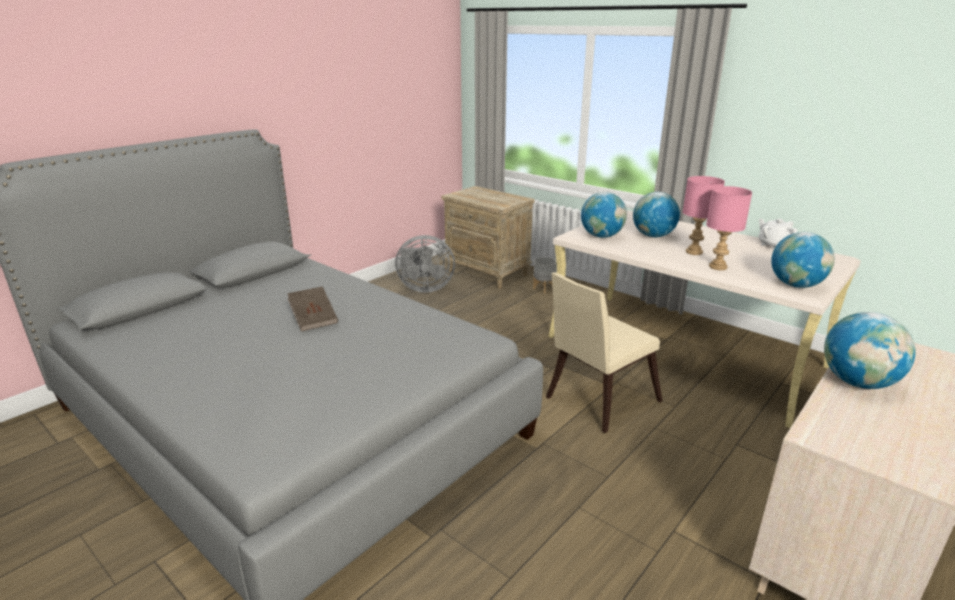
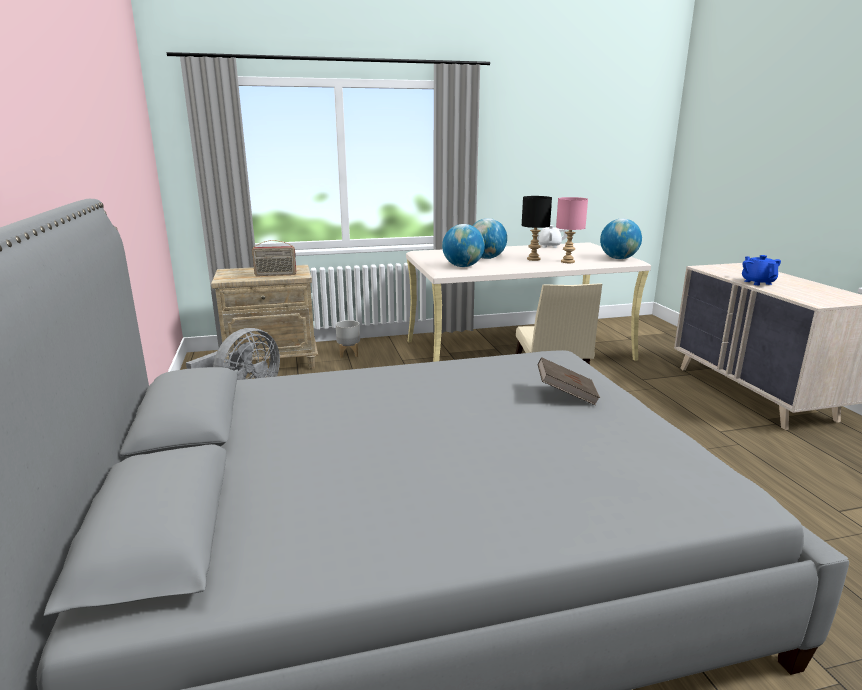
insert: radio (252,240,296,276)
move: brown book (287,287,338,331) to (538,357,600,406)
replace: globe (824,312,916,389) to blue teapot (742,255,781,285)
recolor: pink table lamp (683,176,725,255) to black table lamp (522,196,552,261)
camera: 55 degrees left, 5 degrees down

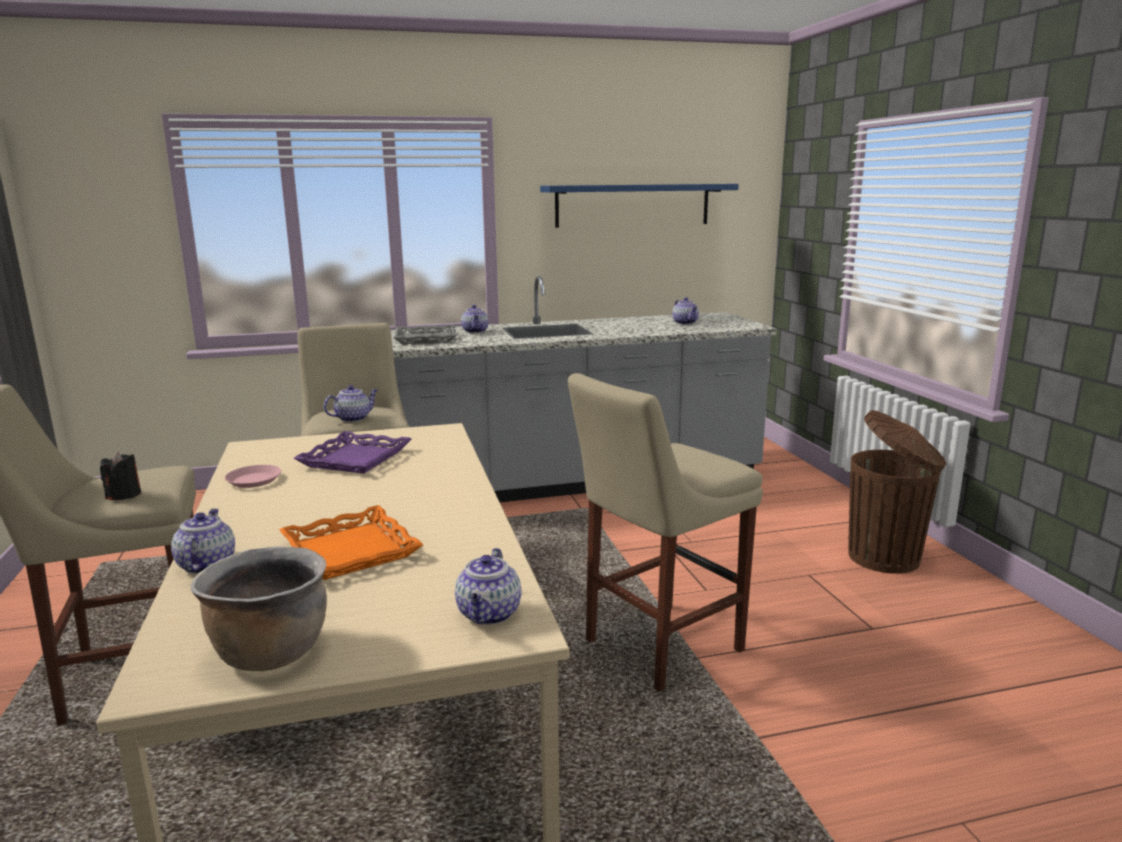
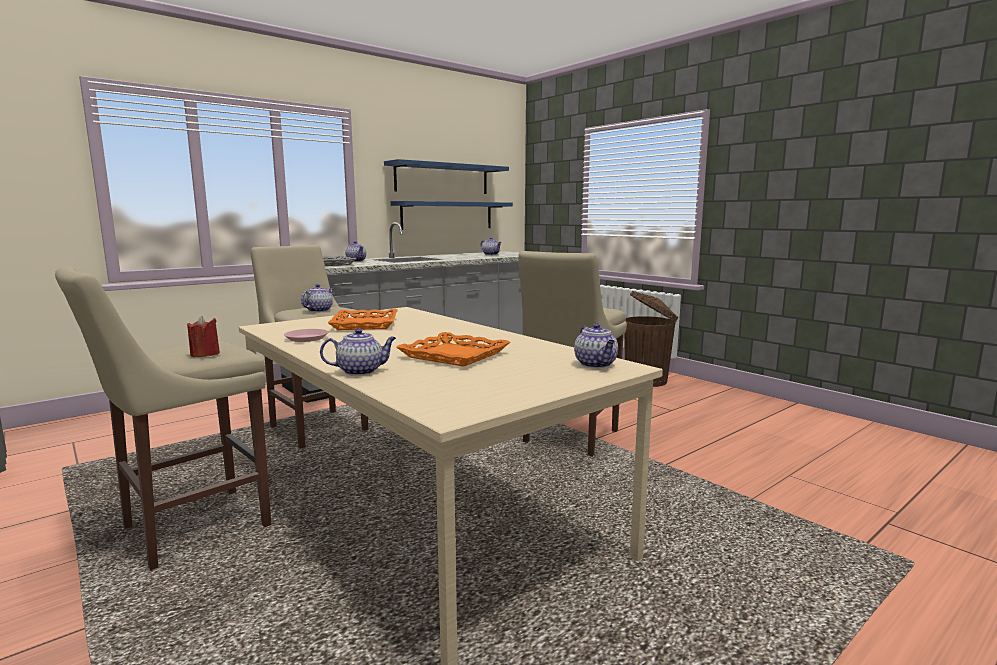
delete: brown cooking pot (191,546,327,671)
insert: blue shelf (391,201,513,230)
recolor: purple tray (293,431,411,474) to orange tray (328,309,398,330); black candle (100,452,141,500) to red candle (187,316,220,357)
rotate: teapot (171,509,235,574) = (320,328,396,376) 105 degrees clockwise
camera: 25 degrees left, 5 degrees down

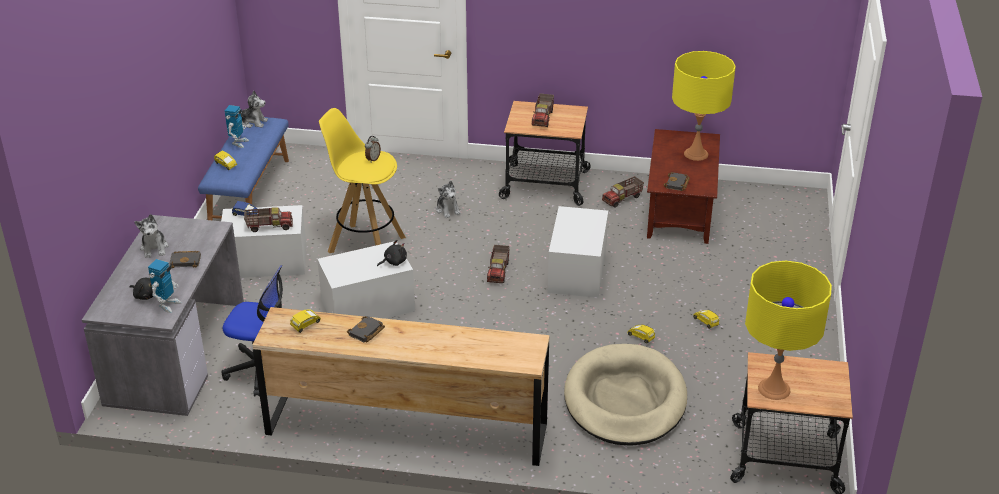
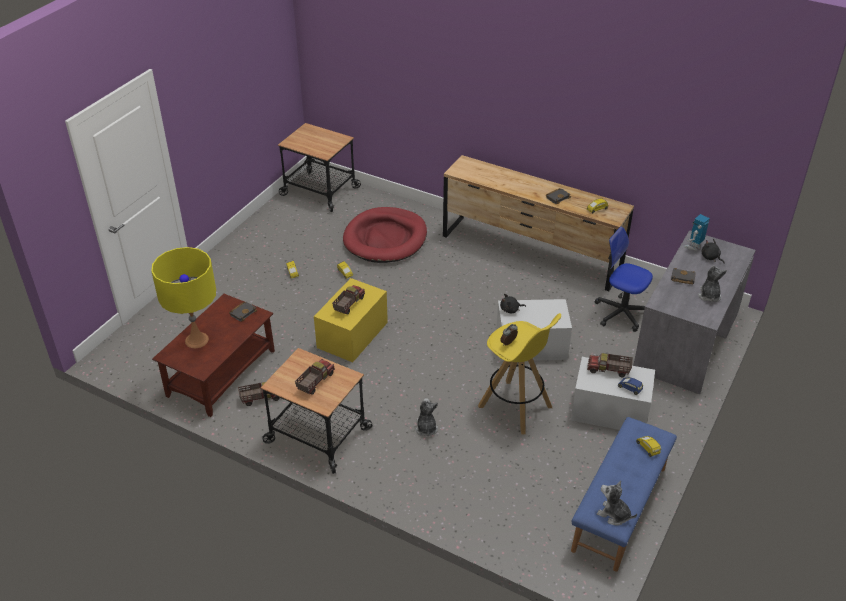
delete: toy robot (224,105,249,148); yellow table lamp (745,261,832,400)
move: toy truck (487,245,510,283) to (332,285,365,315)
recolor: white storage box (548,206,608,298) to yellow storage box (314,278,388,362); beige dog bed (564,344,687,446) to red dog bed (343,207,427,263)
camera: 160 degrees left, 5 degrees up

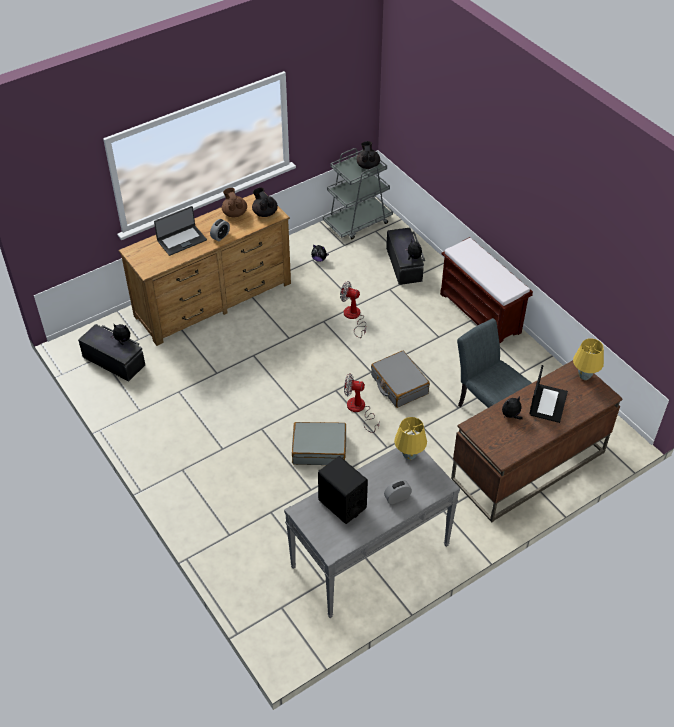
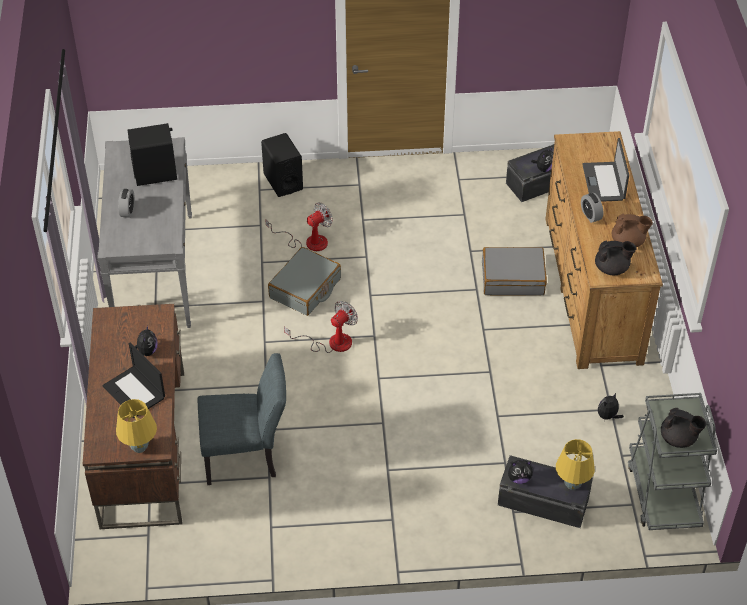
delete: brown bench (440,237,533,343)
insert: black speaker (261,133,303,197)
move: fan (340,281,366,338) to (265,203,333,251); grey suitcase (371,351,430,408) to (482,247,547,295); yellow table lamp (394,417,427,460) to (556,439,595,490)
camera: 120 degrees right, 0 degrees up

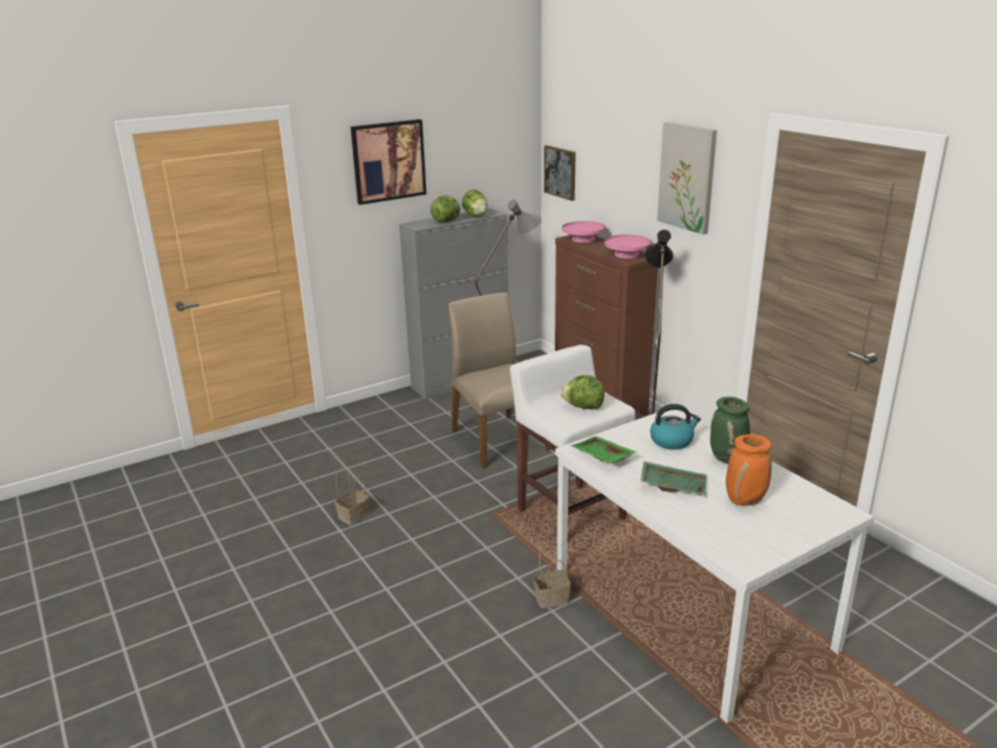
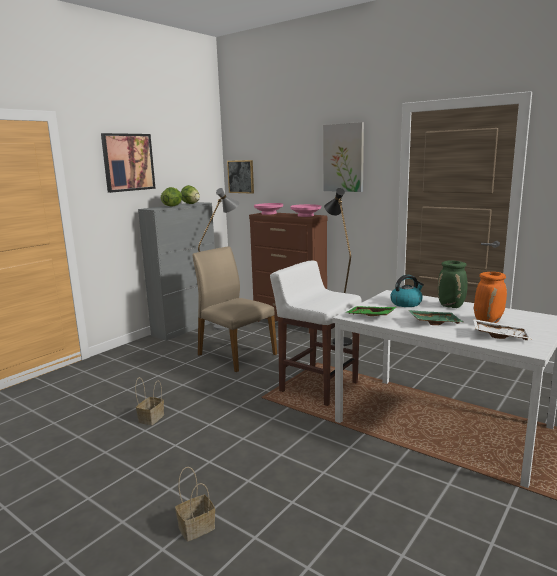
delete: lettuce (561,375,605,409)
insert: white tray (473,319,532,340)
move: basket (534,541,571,608) to (175,467,215,541)
camera: 20 degrees left, 10 degrees down

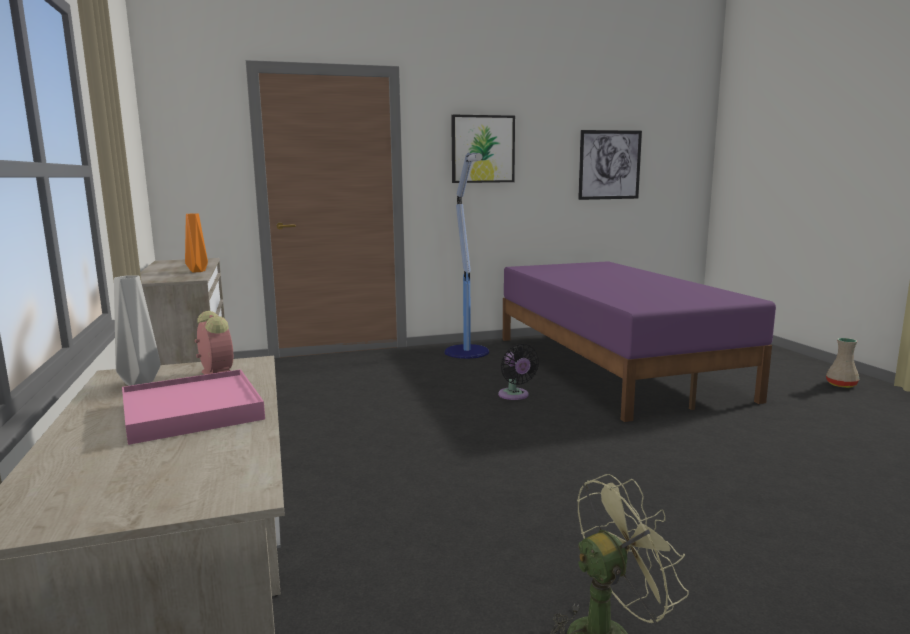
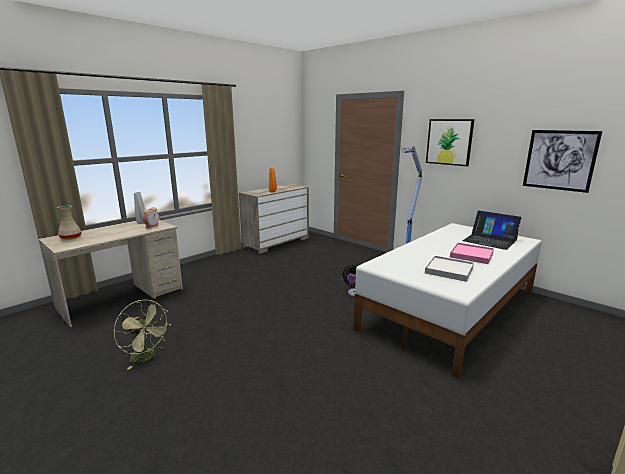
insert: laptop (462,211,521,250); white tray (425,256,474,282)
move: beige vase (826,338,859,388) to (57,206,81,240); pink tray (122,369,265,445) to (450,243,494,264)
recolor: purple bed (503,261,776,422) to white bed (353,223,542,379)
camera: 60 degrees right, 5 degrees up

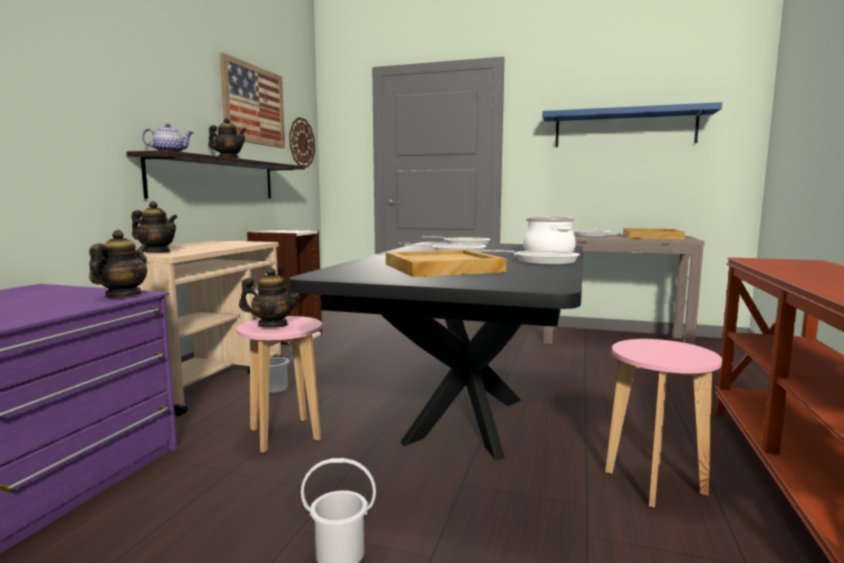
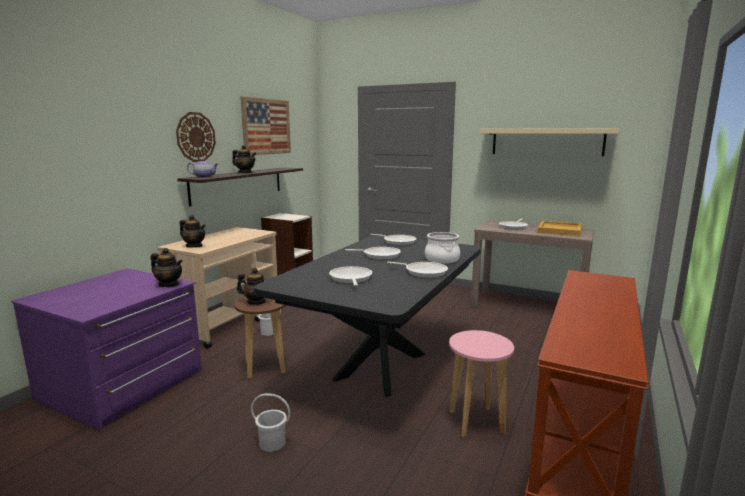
move: wall clock (289,117,315,168) to (176,112,216,162)
replace: beige tray (386,249,506,277) to frying pan (329,266,372,286)
recolor: blue shelf (542,102,722,147) to beige shelf (479,128,619,156); pink stool (237,316,322,453) to brown stool (235,297,286,379)
rotate: teapot (89,230,147,298) = (151,248,183,287) 90 degrees clockwise
camera: 10 degrees right, 5 degrees up

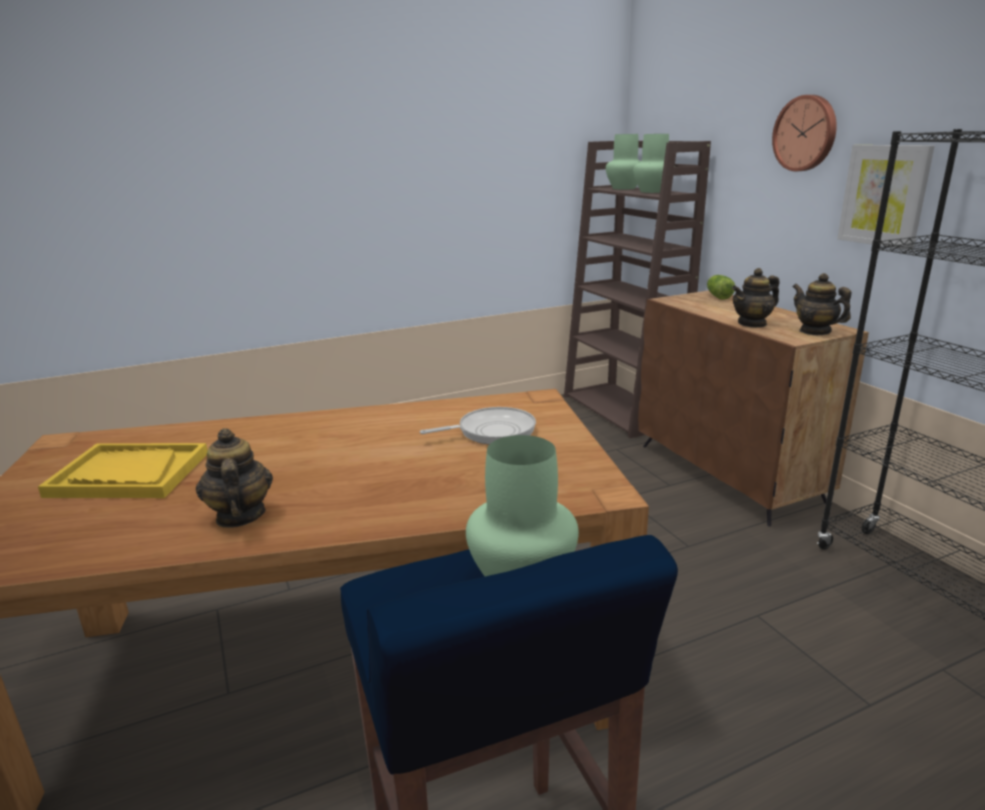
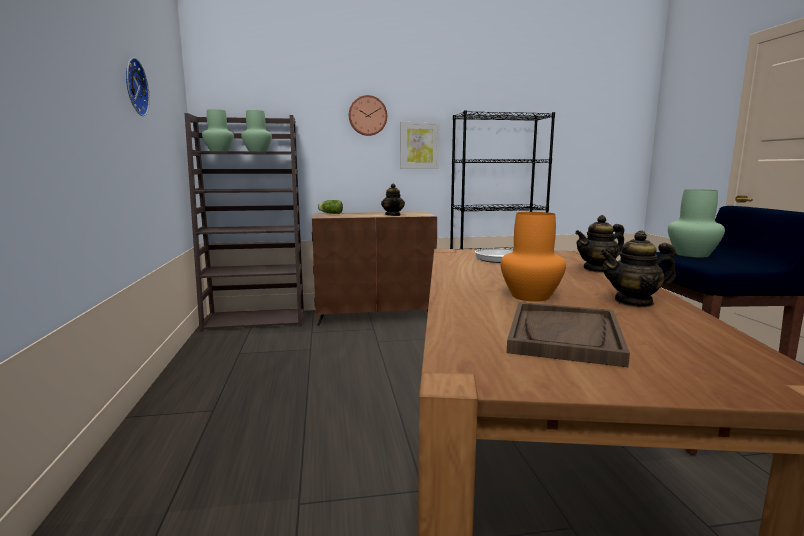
insert: wall clock (126,58,150,116); orange vase (500,212,566,302)
move: teapot (792,273,851,335) to (575,215,624,273)
recolor: yellow tray (38,443,208,498) to brown tray (507,302,630,367)
camera: 75 degrees left, 10 degrees down

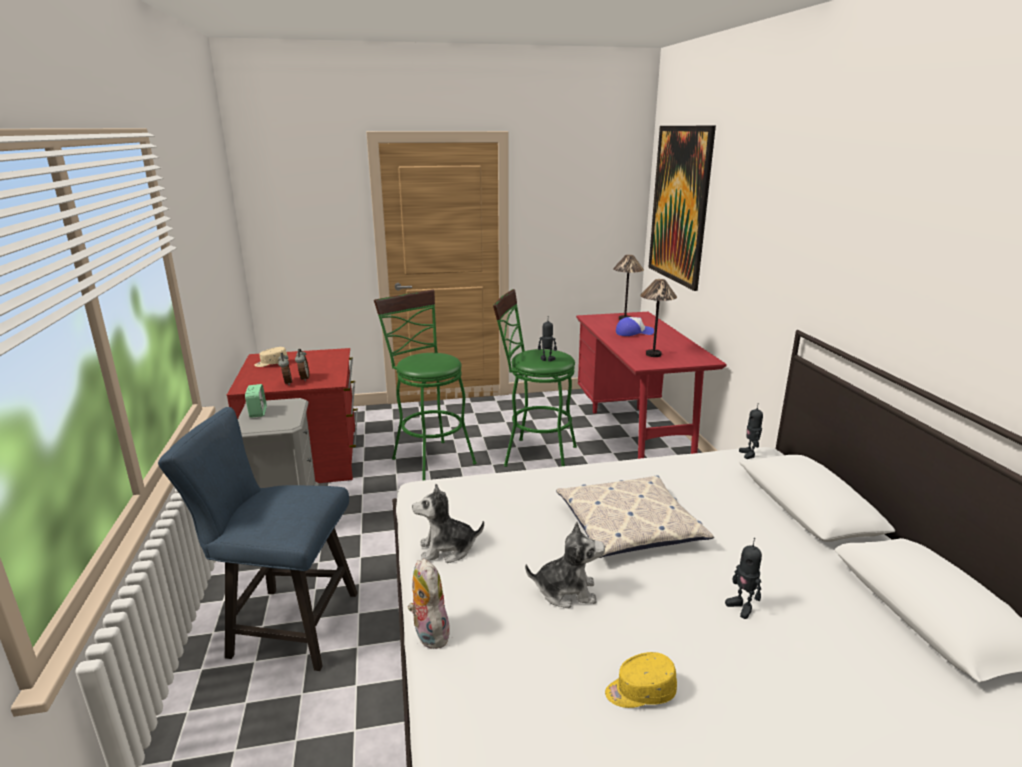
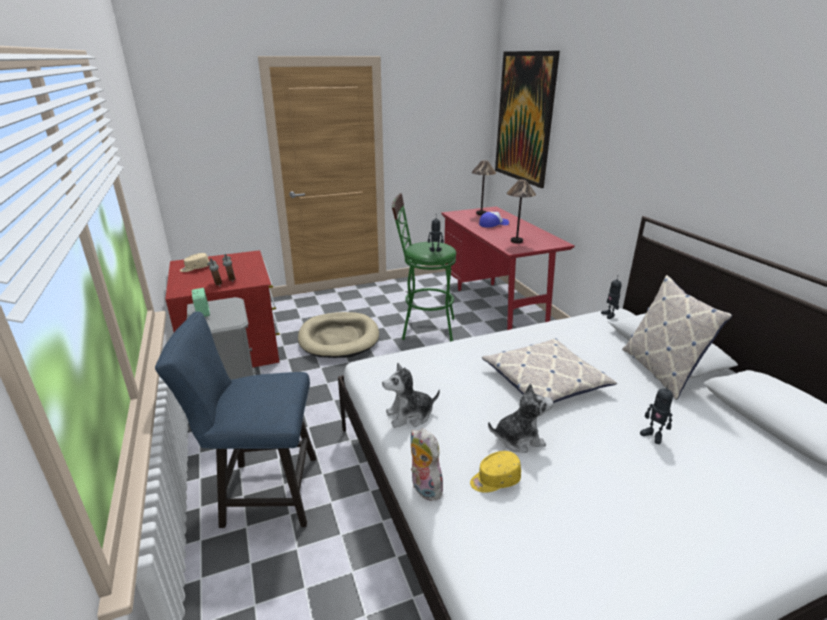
insert: pillow (622,275,732,400)
move: yellow cap (605,652,677,708) to (470,451,521,492)
replace: green stool (374,290,477,481) to beige dog bed (298,312,379,358)
camera: 10 degrees left, 5 degrees up

